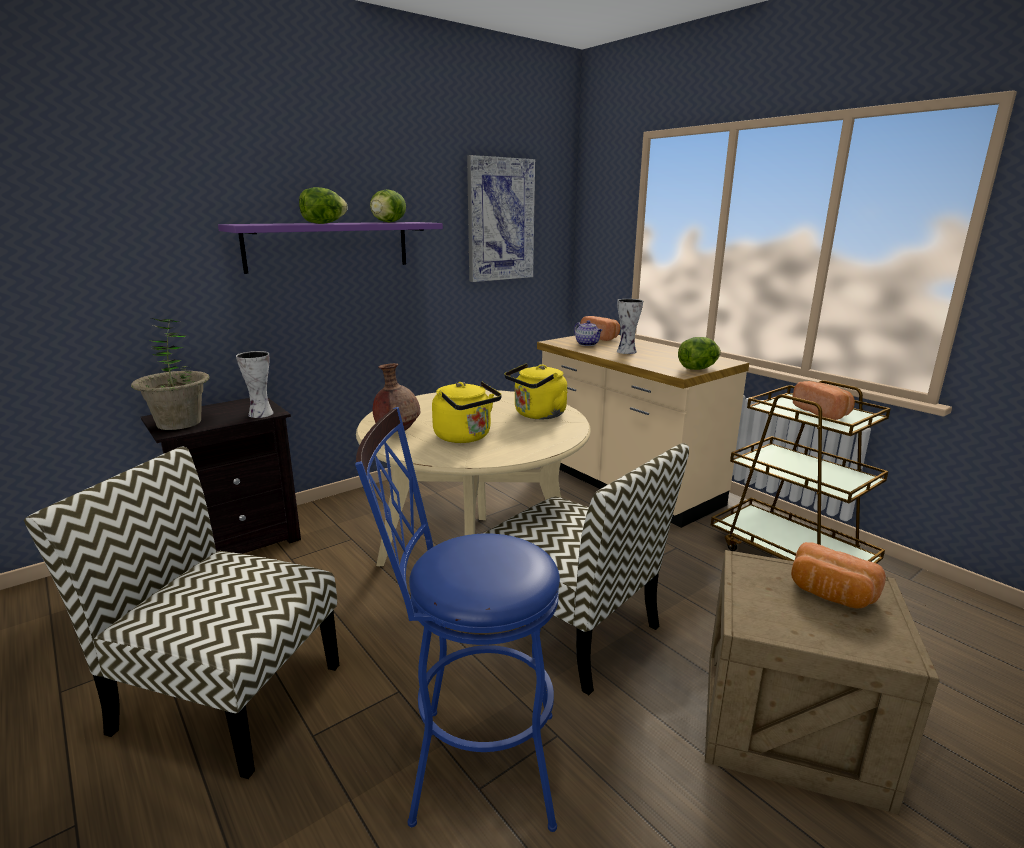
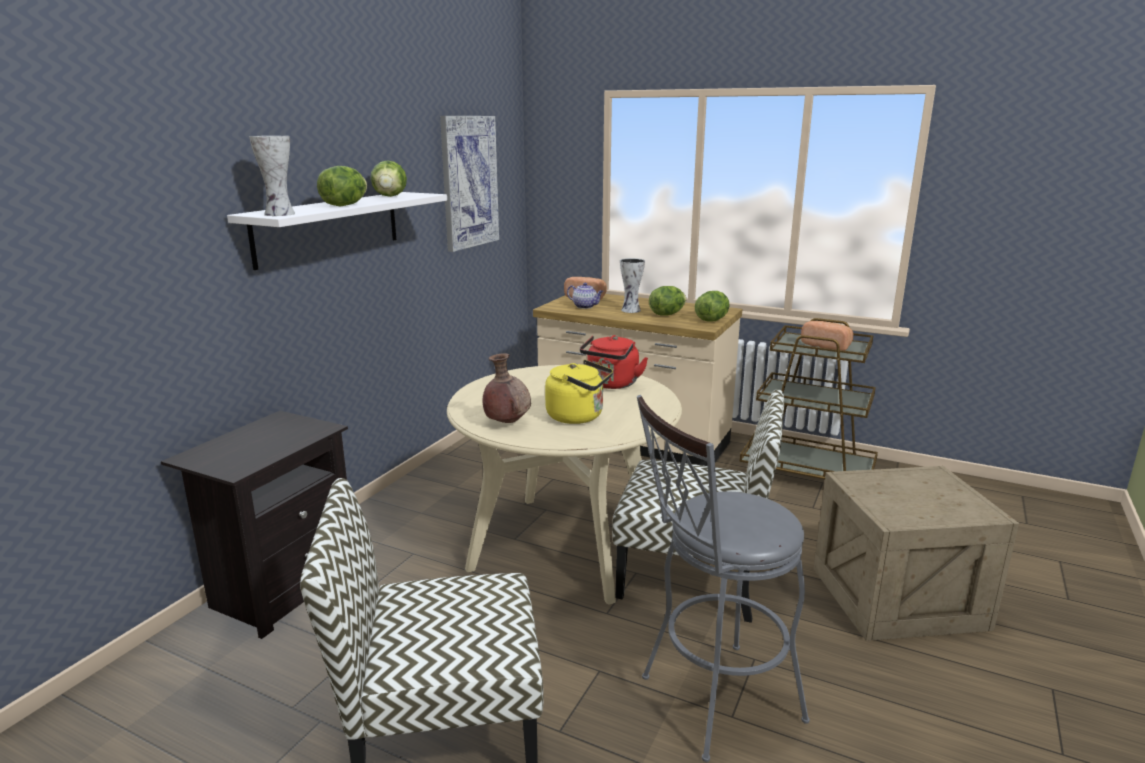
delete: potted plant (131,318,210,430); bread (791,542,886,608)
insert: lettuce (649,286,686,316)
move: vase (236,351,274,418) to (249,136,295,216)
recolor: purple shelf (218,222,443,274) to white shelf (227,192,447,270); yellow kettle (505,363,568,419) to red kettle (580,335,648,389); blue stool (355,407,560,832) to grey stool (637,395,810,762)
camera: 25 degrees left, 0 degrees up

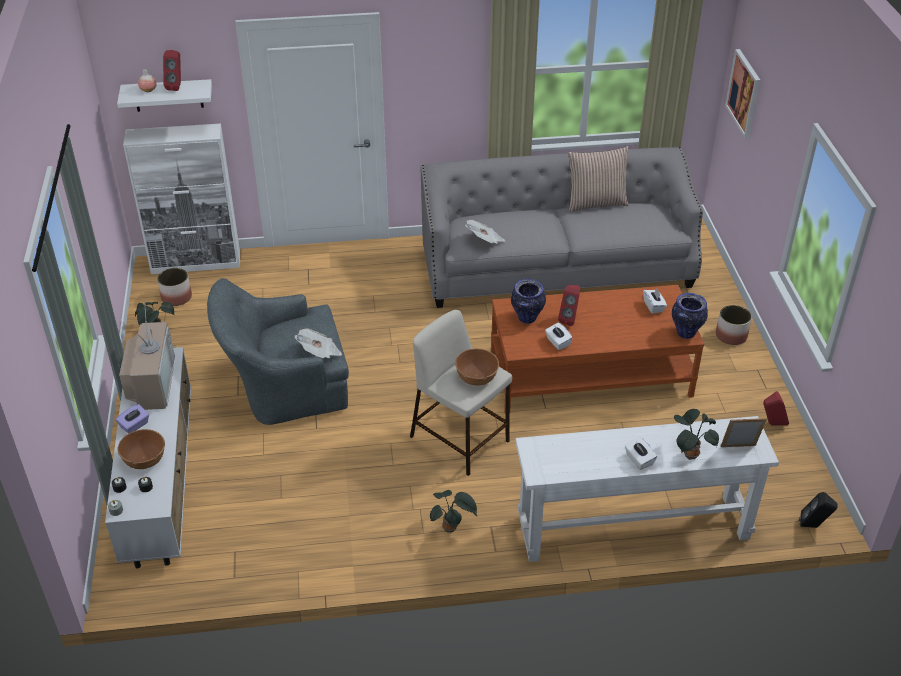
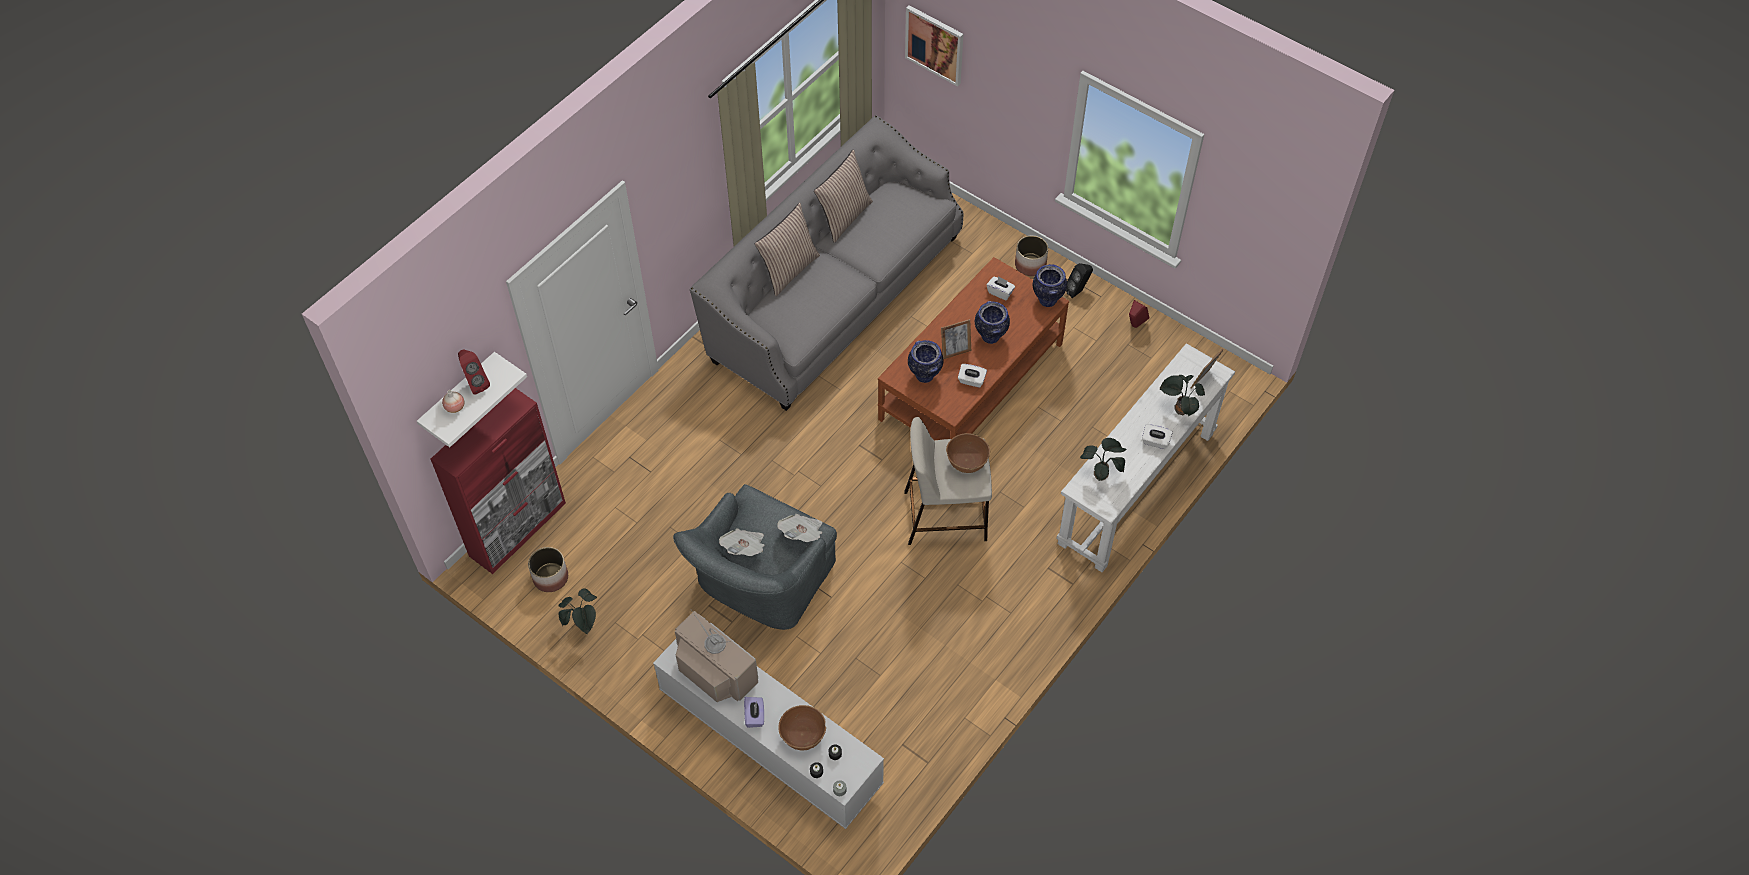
insert: pillow (755,202,820,296); vase (975,301,1010,344)
move: newspaper (465,220,506,244) to (719,528,765,556); potted plant (430,490,478,533) to (1080,438,1127,481); black speaker (799,492,838,528) to (1066,263,1093,298)
replace: red speaker (558,285,581,326) to picture frame (941,319,971,359)
recolor: white cabinet (123,124,240,274) to red cabinet (431,388,566,574)
camera: 45 degrees left, 15 degrees up

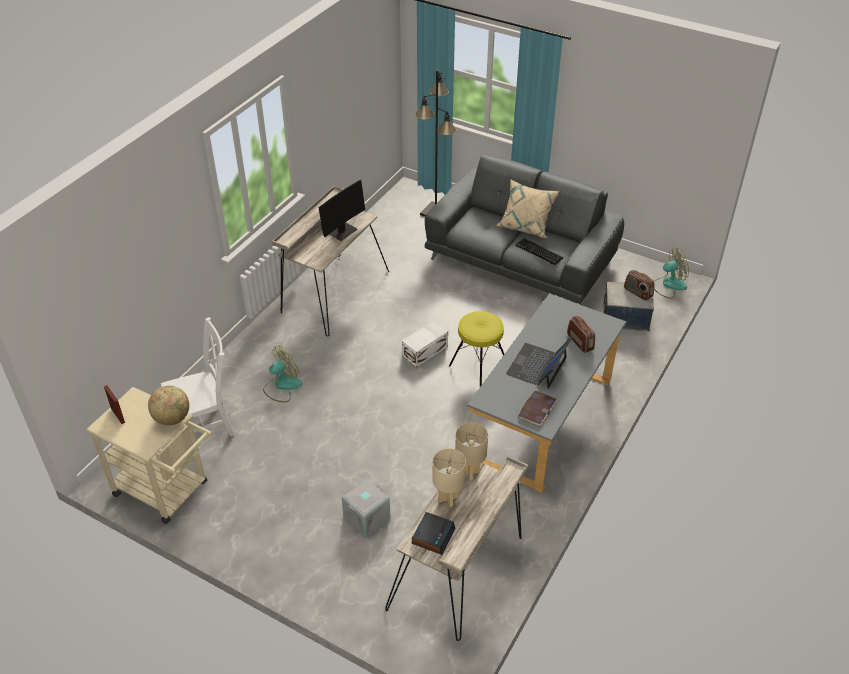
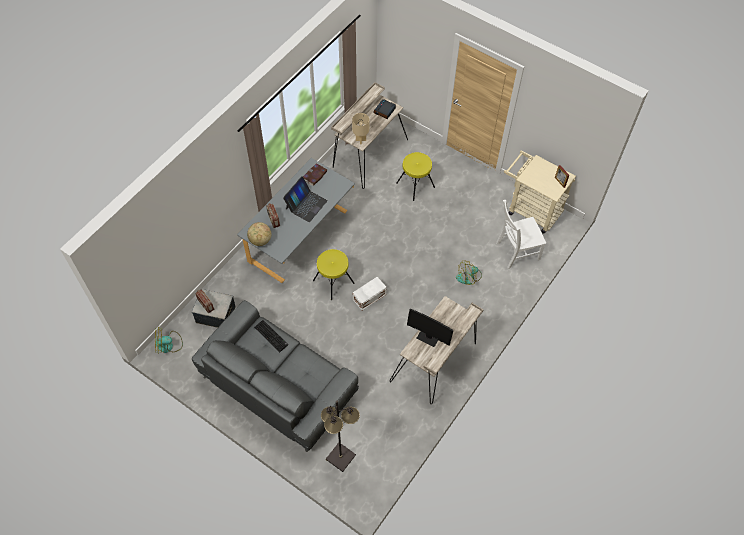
delete: beige pillow (497,179,559,238); beige table lamp (433,448,466,507)
move: globe (148,385,189,426) to (247,222,271,246)
replace: grey storage box (341,479,390,538) to yellow stool (396,152,435,201)
rotate: monitor (318,180,365,241) = (407,309,453,347) 105 degrees counterclockwise
camera: 175 degrees left, 15 degrees up

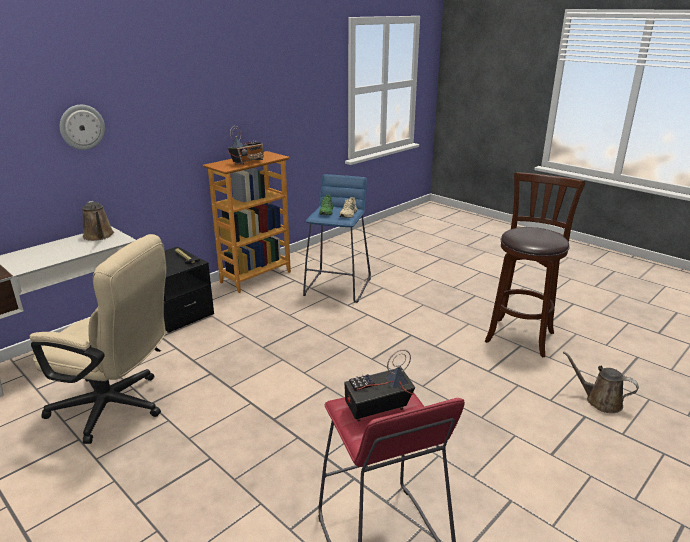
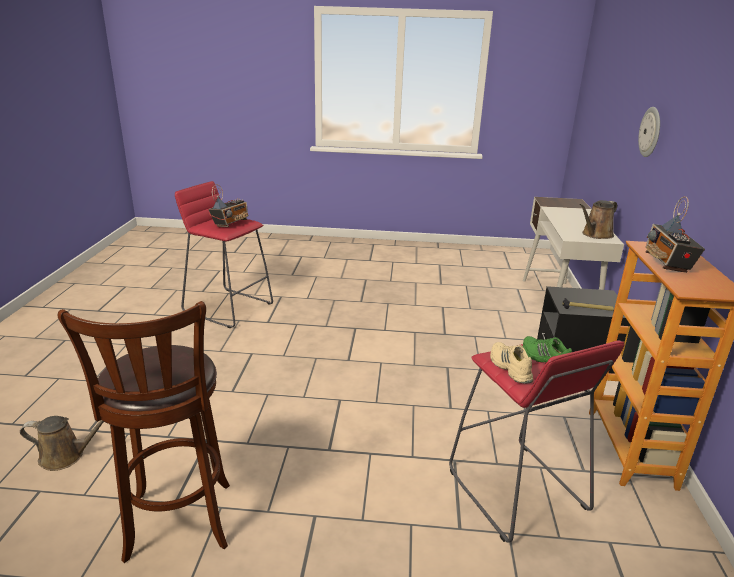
delete: beige office chair (30,234,167,444)
recolor: blue stool (303,174,371,303) to red stool (449,340,625,543)
rotate: brown watering can (82,201,114,241) = (580,200,617,239) 60 degrees counterclockwise
camera: 140 degrees right, 0 degrees up

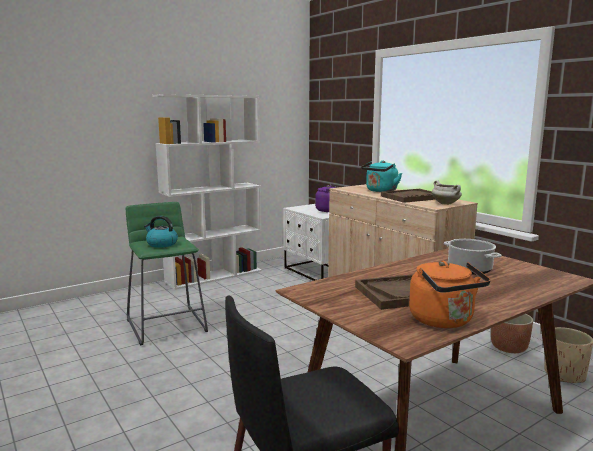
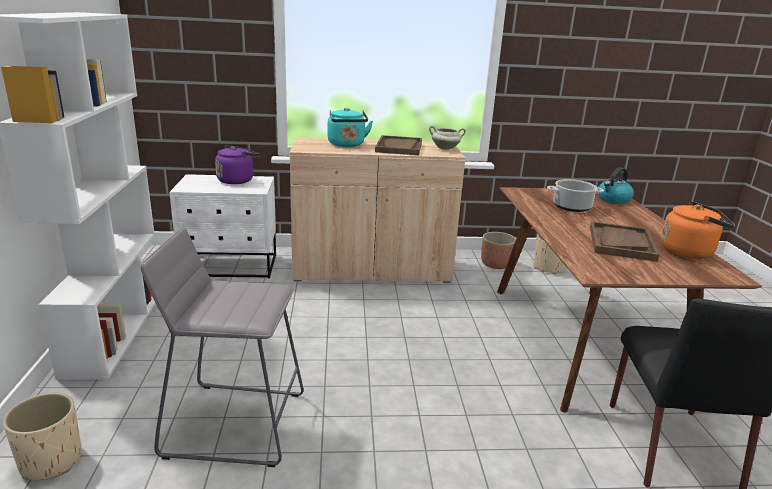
insert: beige planter (3,393,82,480)
move: kettle (144,216,178,248) to (597,168,634,204)
recolor: green stool (126,202,208,346) to grey stool (140,227,304,467)
camera: 60 degrees left, 10 degrees up

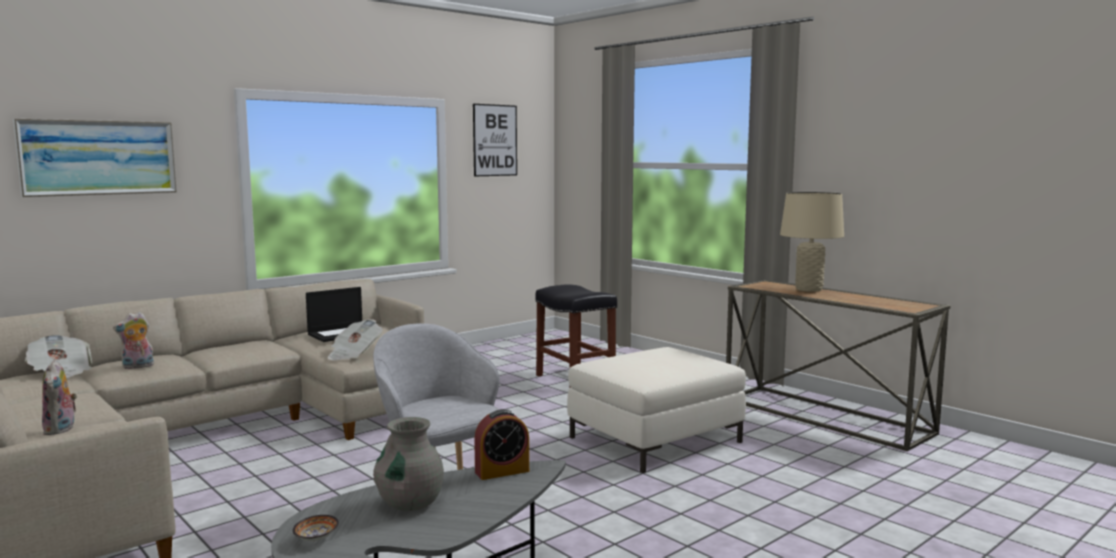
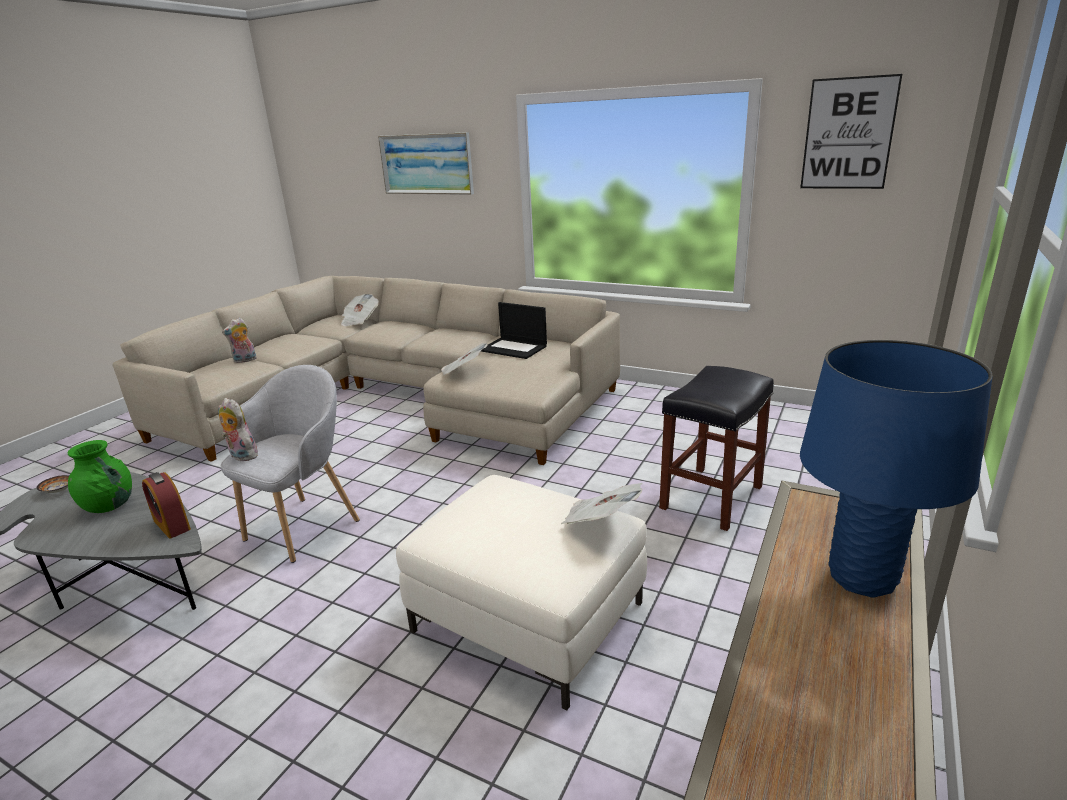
insert: newspaper (561,483,643,524)
move: plush toy (113,312,154,369) to (218,398,258,461)
recolor: beige table lamp (780,192,844,292) to blue table lamp (800,340,993,598); grey vase (373,417,444,511) to green vase (68,440,132,513)
camera: 70 degrees right, 15 degrees up

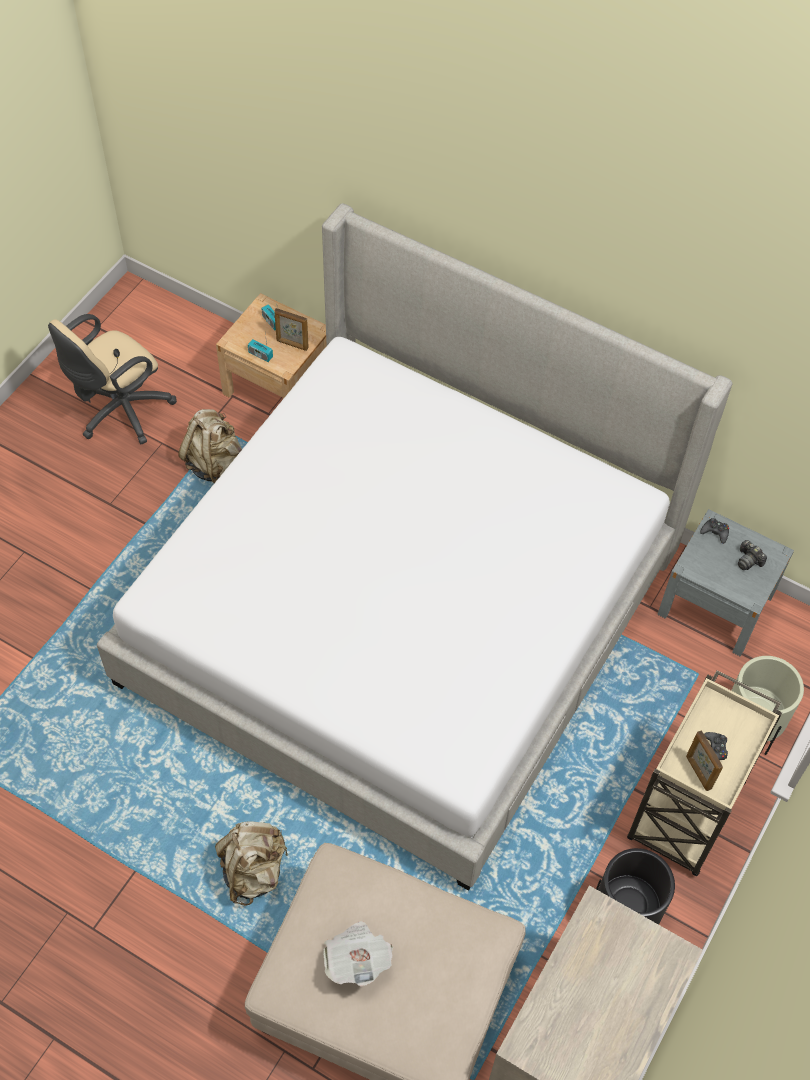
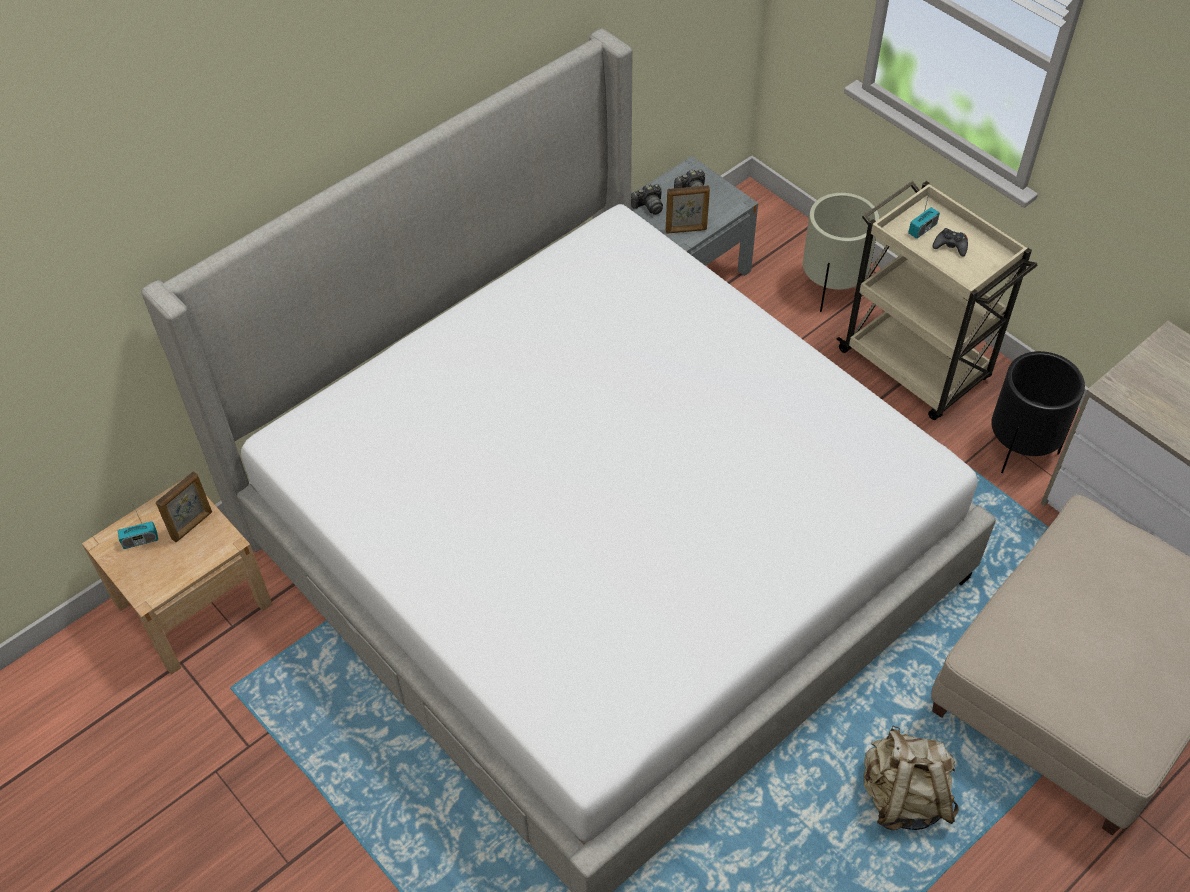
delete: beige office chair (48,314,177,444); beige backpack (178,409,242,483); newspaper (323,921,393,987)
move: radio (248,332,273,362) to (908,190,940,239); picture frame (686,730,723,791) to (666,185,710,234)
replace: black game controller (700,518,729,544) to photo camera (631,184,663,215)
camera: 70 degrees left, 5 degrees down

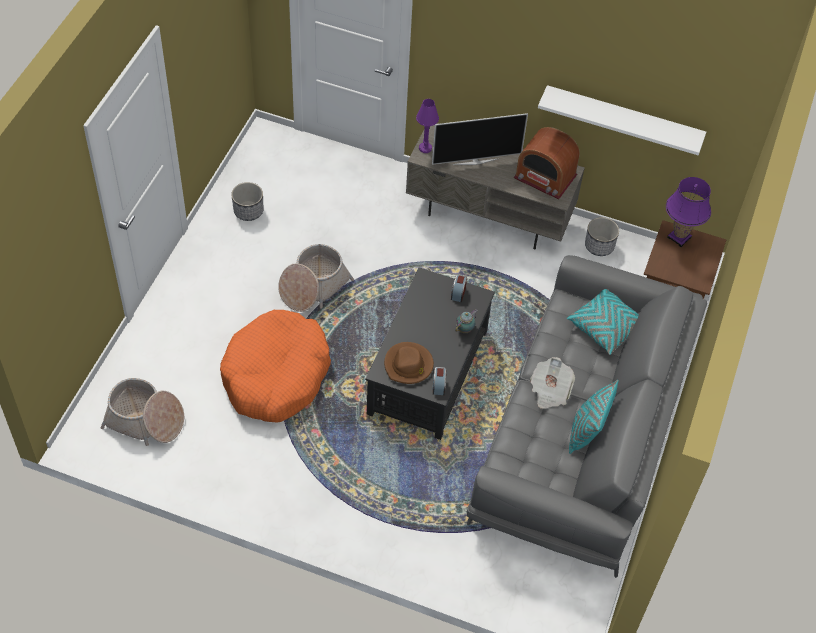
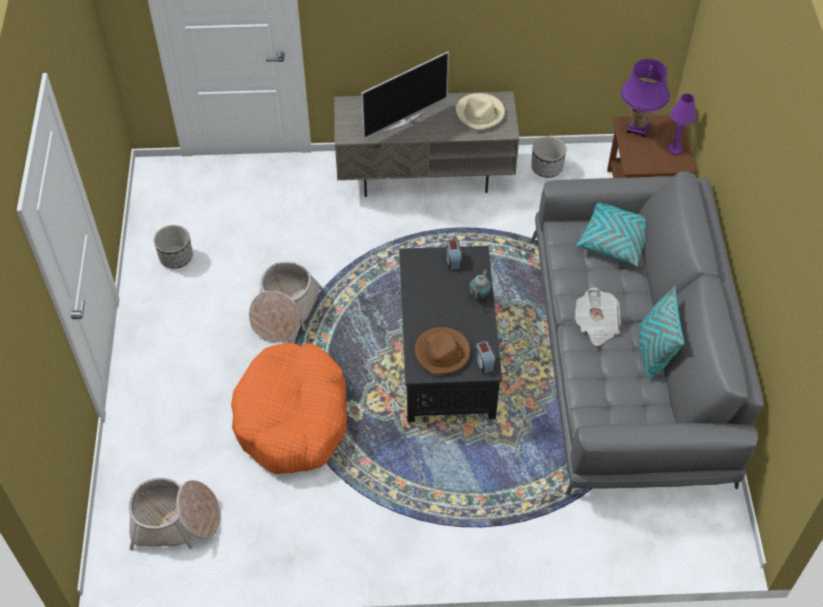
delete: white shelf (538,85,706,155)
move: purple table lamp (416,99,439,153) to (668,94,696,155)
replace: radio (514,127,580,200) to beige hat (456,93,505,130)
camera: 20 degrees left, 0 degrees up

